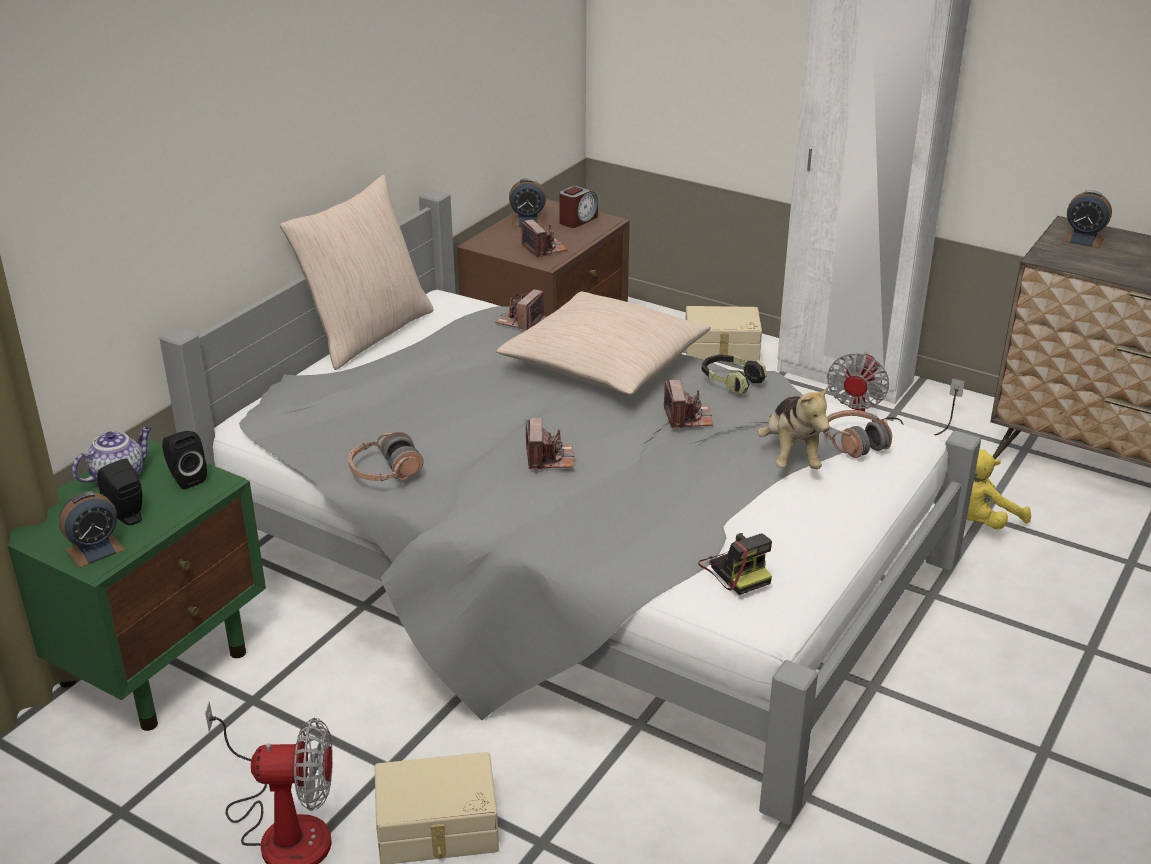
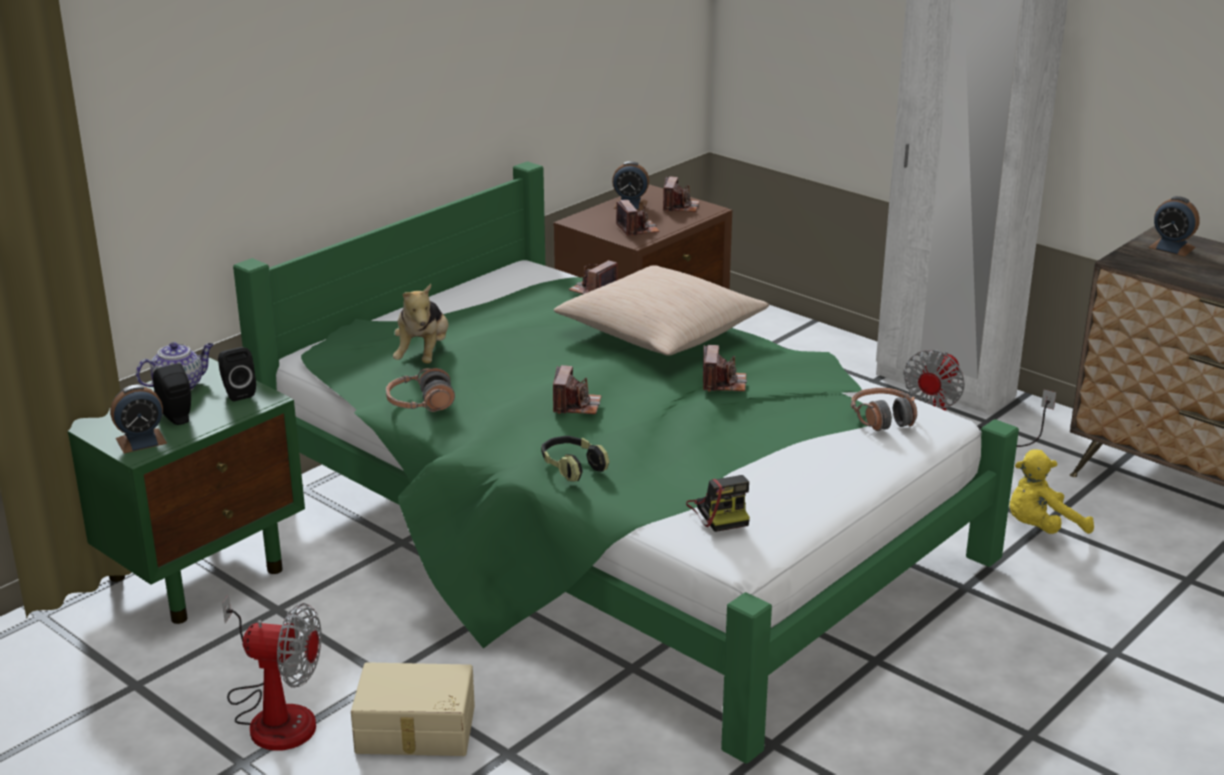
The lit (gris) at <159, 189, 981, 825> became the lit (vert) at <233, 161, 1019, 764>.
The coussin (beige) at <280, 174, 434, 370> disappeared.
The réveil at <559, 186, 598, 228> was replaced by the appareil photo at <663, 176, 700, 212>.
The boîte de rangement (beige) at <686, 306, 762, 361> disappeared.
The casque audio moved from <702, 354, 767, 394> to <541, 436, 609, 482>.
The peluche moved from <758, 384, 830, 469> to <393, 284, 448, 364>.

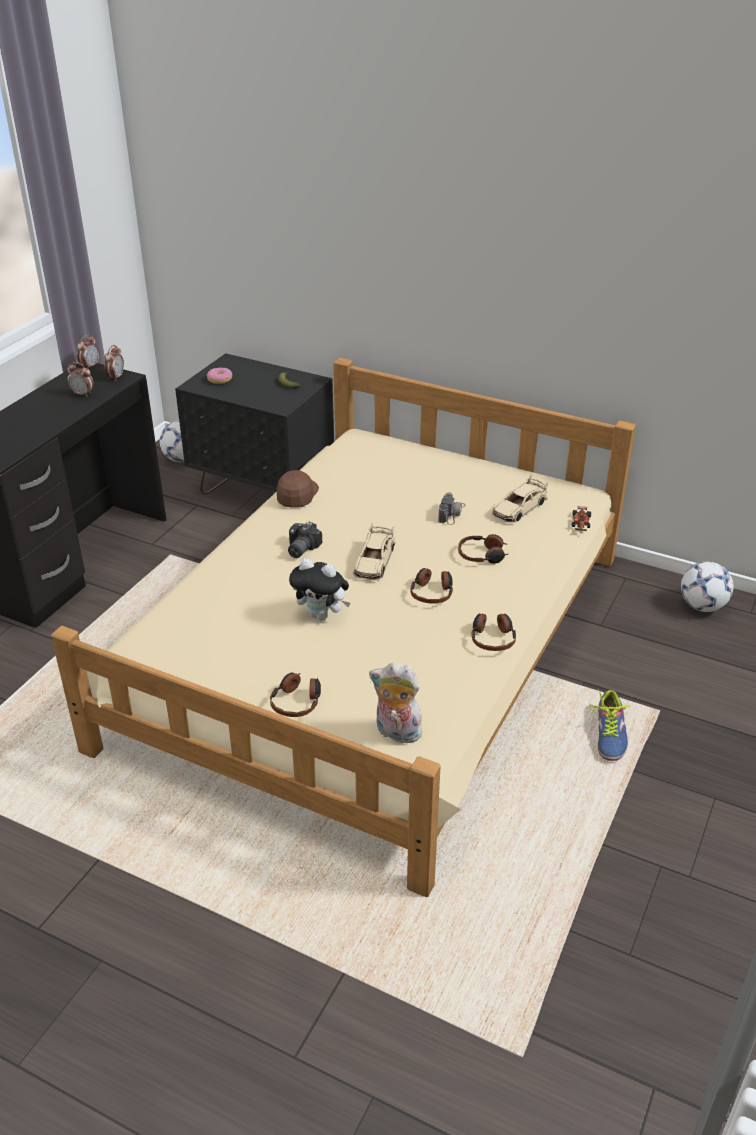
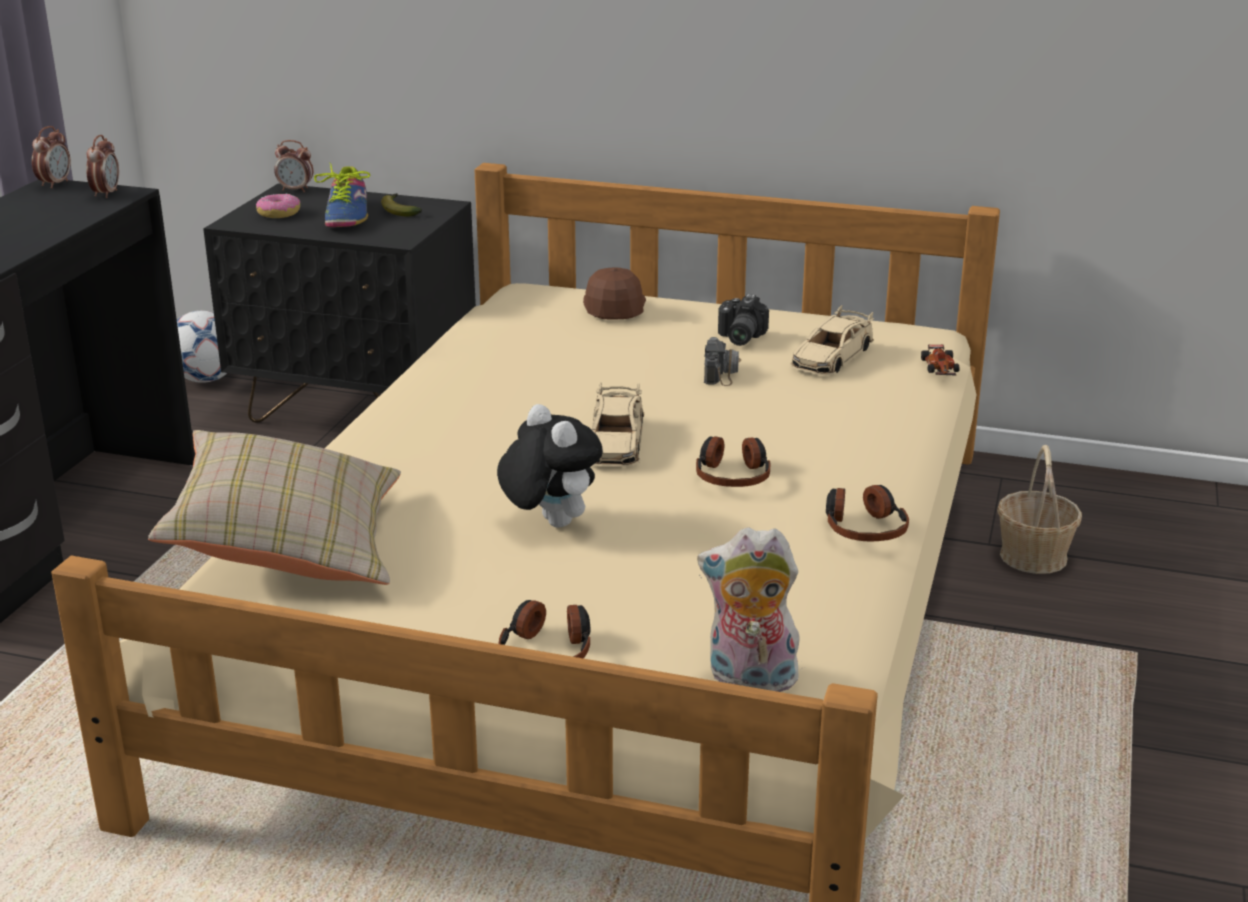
The réveil moved from <67, 362, 94, 397> to <274, 140, 313, 192>.
The casquette (marron) moved from <277, 470, 319, 508> to <583, 268, 646, 320>.
The appareil photo moved from <288, 521, 322, 558> to <718, 294, 769, 346>.
The peluche at <289, 558, 350, 620> turned 135 degrees counterclockwise.
The casque audio at <458, 534, 508, 564> disappeared.
The chaussure moved from <589, 689, 630, 761> to <314, 162, 370, 227>.
The ballon de foot at <681, 561, 734, 612> disappeared.
The coussin (beige) at <148, 430, 401, 585> appeared.
The panier at <997, 445, 1082, 574> appeared.

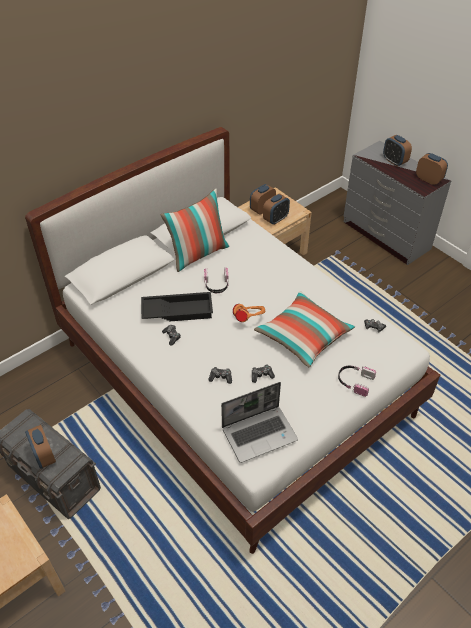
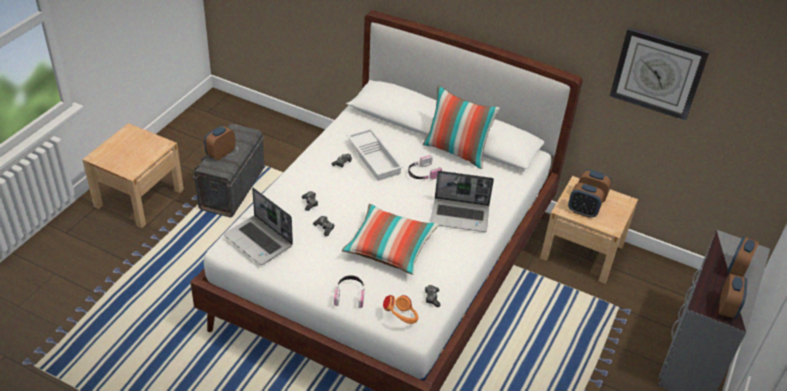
The plateau (noir) at <141, 292, 213, 322> became the plateau (blanc) at <347, 128, 403, 181>.
The casque audio (orange) moved from <233, 304, 265, 322> to <383, 295, 419, 324>.
The ordinateur portable at <430, 171, 494, 232> appeared.
The horloge murale at <610, 27, 710, 121> appeared.

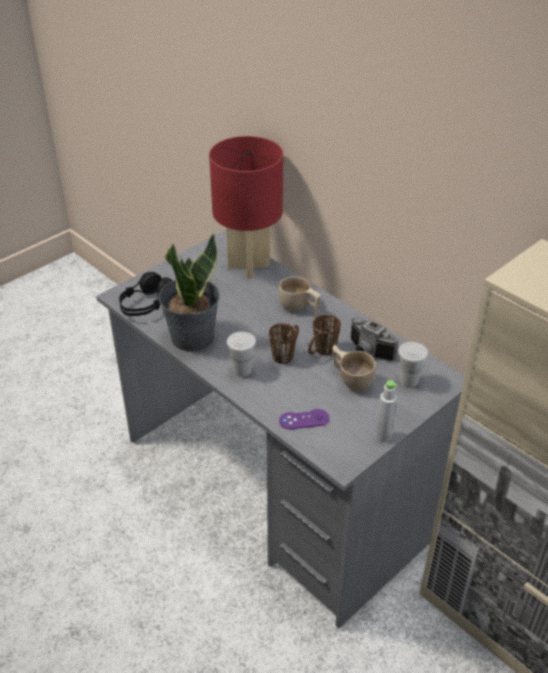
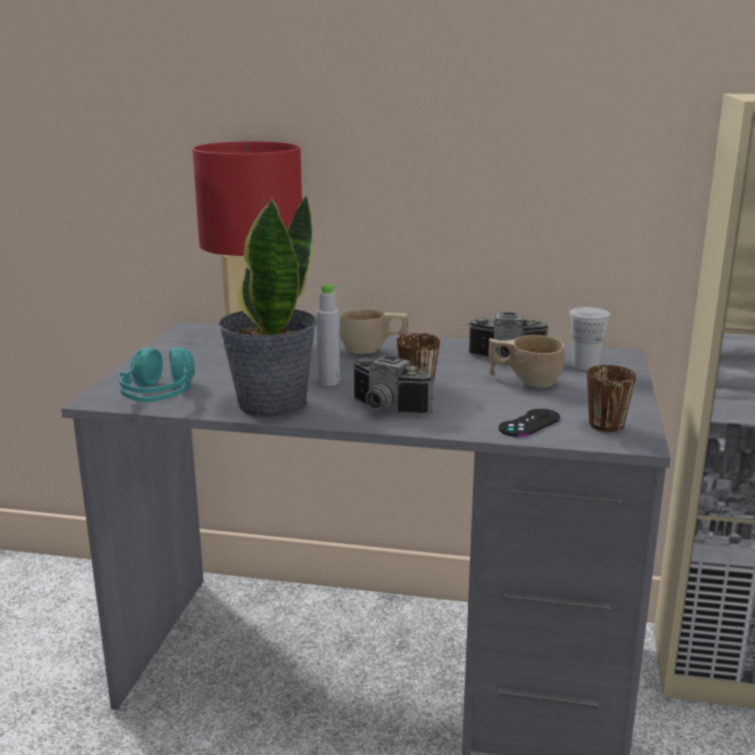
The casque audio (noir) at <119, 272, 173, 316> became the casque audio (turquoise) at <119, 347, 195, 403>.
The tasse (blanc) at <227, 332, 256, 377> was replaced by the appareil photo at <353, 355, 434, 415>.
The manette (violet) at <279, 409, 329, 429> became the manette (noir) at <499, 409, 560, 437>.
The mug (marron) moved from <308, 315, 341, 355> to <587, 365, 636, 432>.
The bouteille (gris) moved from <376, 380, 398, 442> to <317, 284, 340, 386>.

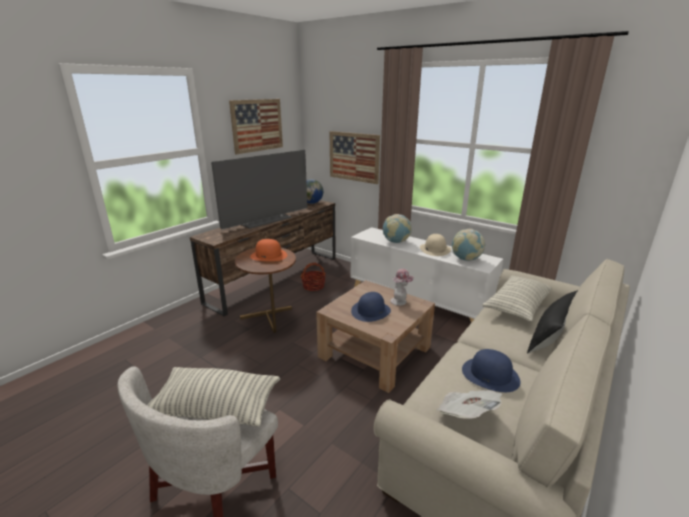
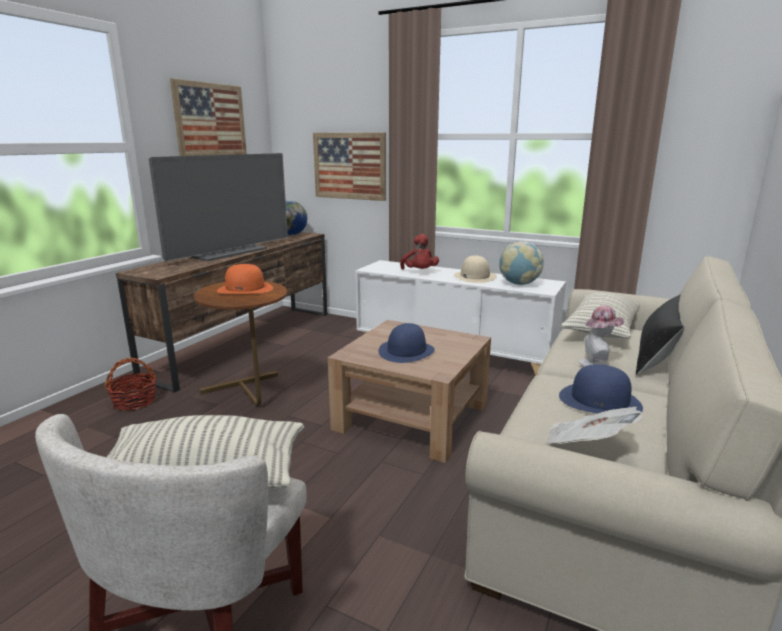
The panier moved from <301, 262, 326, 291> to <104, 358, 156, 411>.
The globe at <383, 214, 412, 243> was replaced by the peluche (rouge) at <400, 234, 439, 270>.
The chapeau moved from <391, 269, 414, 306> to <579, 305, 625, 367>.

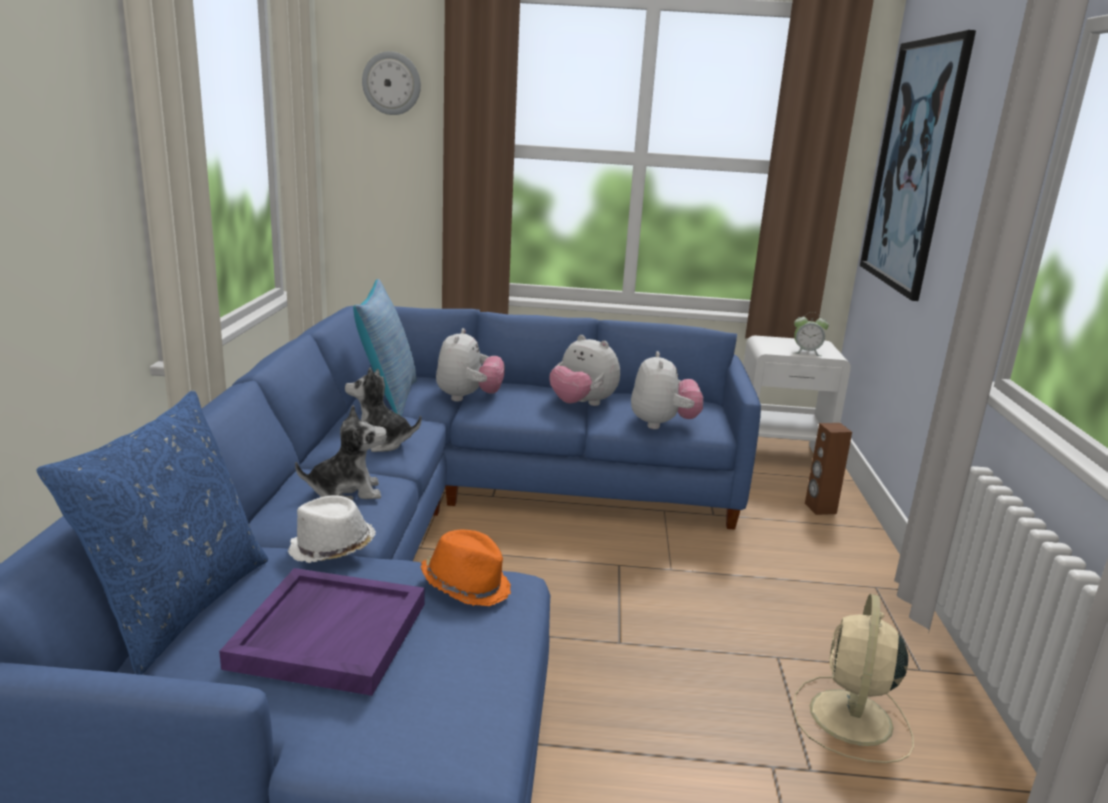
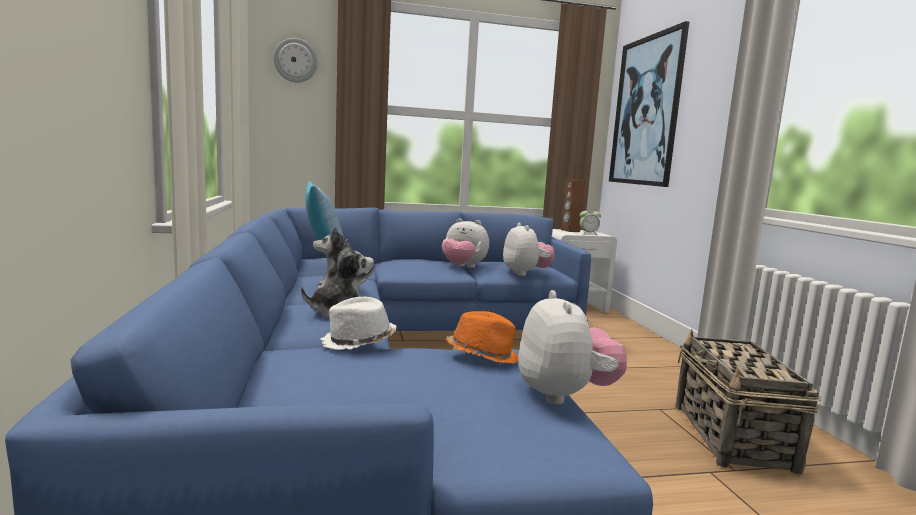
The coussin (bleu) at <37, 390, 268, 675> disappeared.
The plateau (violet) at <219, 568, 425, 696> disappeared.
The peluche moved from <436, 328, 505, 402> to <518, 290, 627, 405>.
The ventilateur (beige) at <793, 594, 914, 763> was replaced by the panier at <676, 329, 821, 474>.
The enceinte (marron) moved from <805, 423, 852, 515> to <561, 179, 585, 232>.

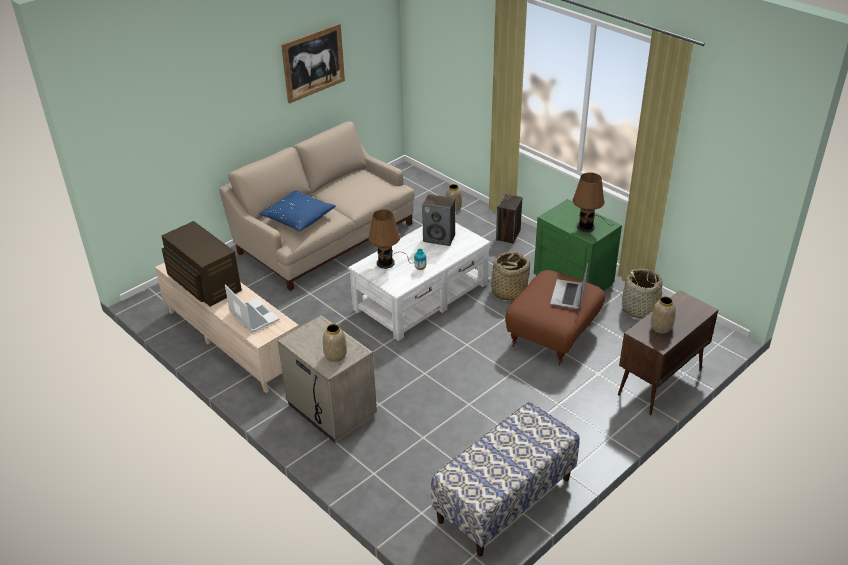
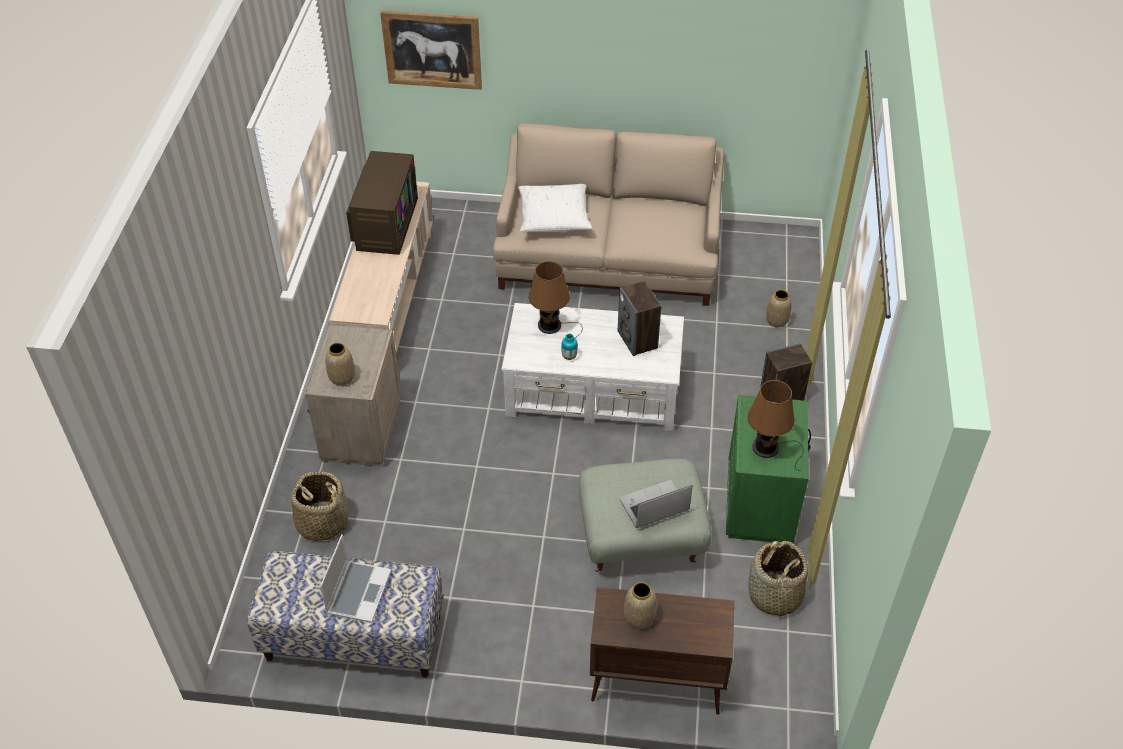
The ordinateur portable moved from <225, 284, 280, 333> to <320, 534, 391, 623>.
The coussin (bleu) at <259, 191, 336, 232> became the coussin (blanc) at <518, 184, 592, 232>.
The tableau moved from <281, 23, 345, 104> to <380, 11, 482, 90>.
The panier moved from <486, 252, 530, 301> to <286, 471, 351, 541>.
The pouf (marron) at <505, 270, 605, 365> became the pouf (gris) at <579, 459, 712, 572>.

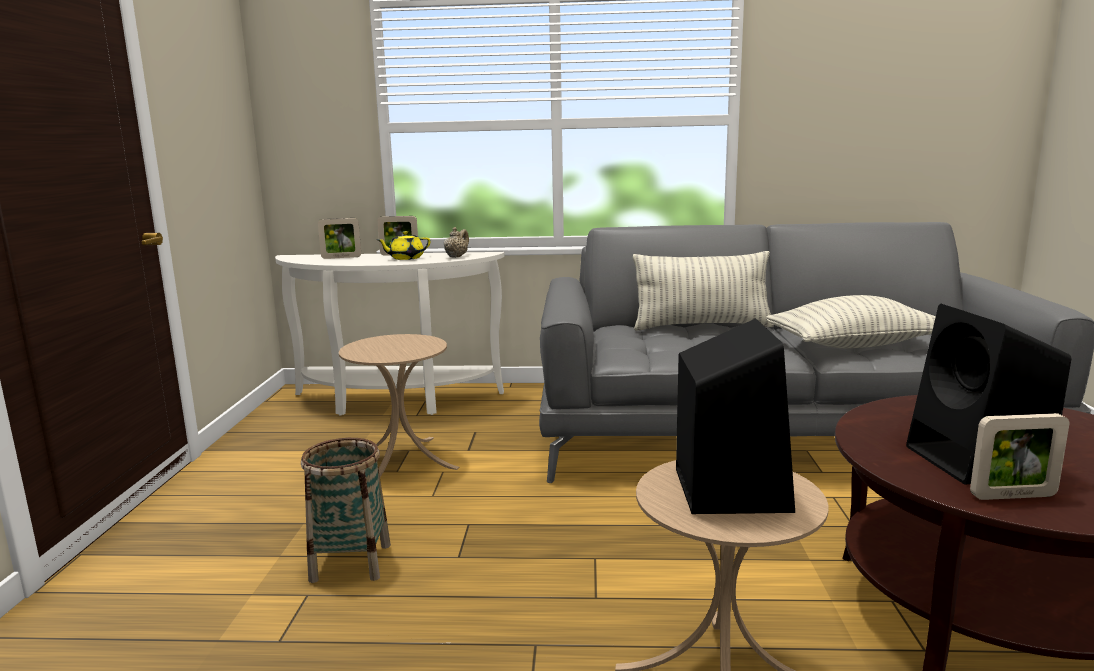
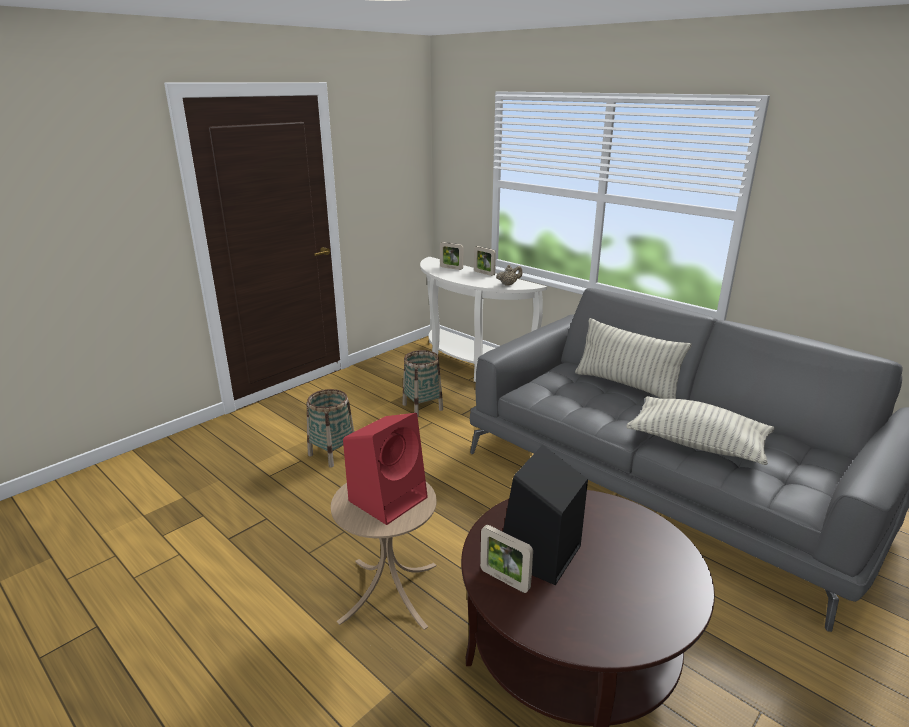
The table d'appoint (beige) at <339, 334, 459, 477> was replaced by the panier at <403, 350, 443, 417>.
The théière (jaune) at <377, 231, 430, 260> disappeared.
The enceinte (noir) at <676, 318, 795, 514> became the enceinte (rouge) at <343, 413, 428, 525>.

